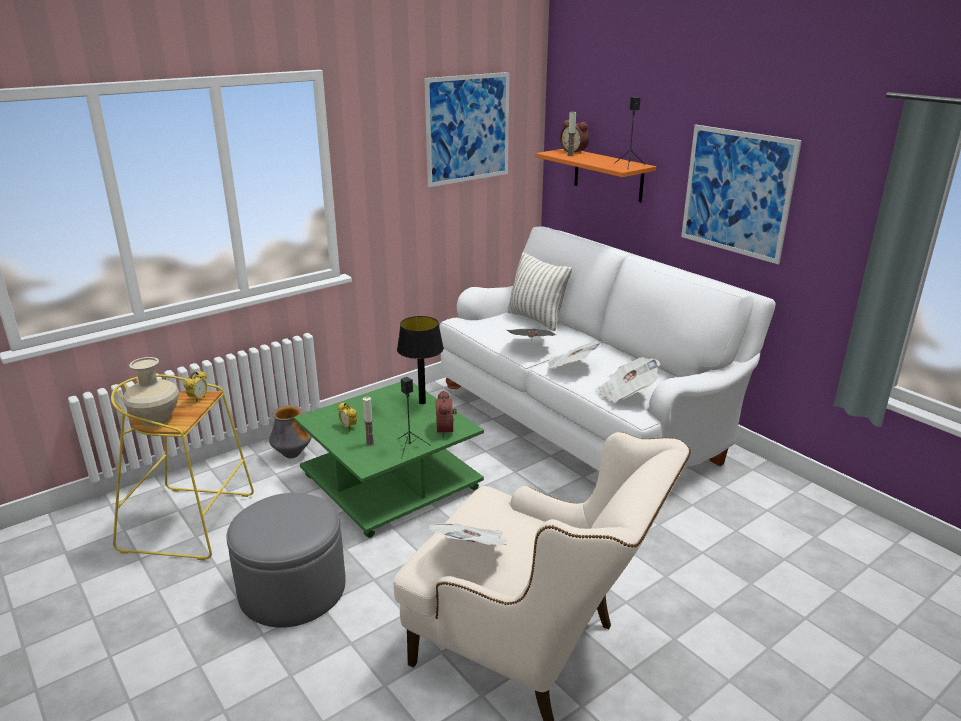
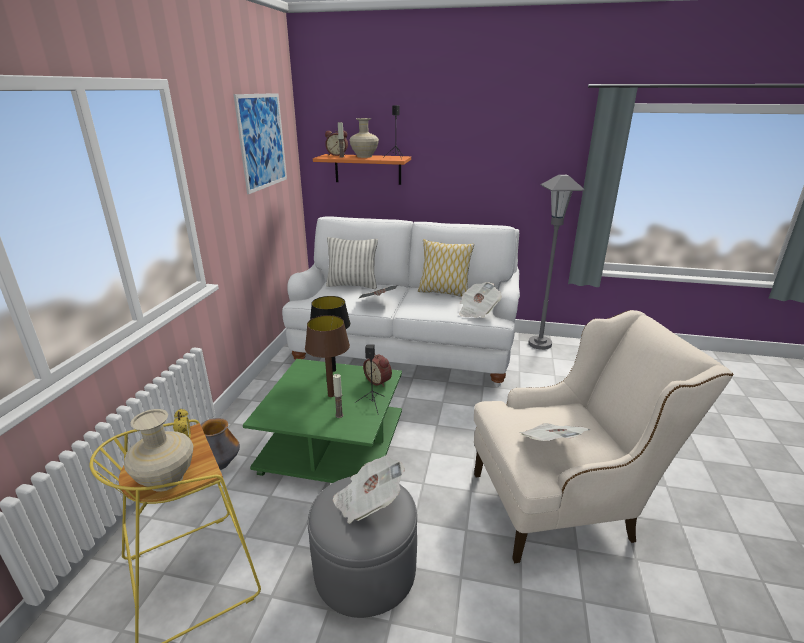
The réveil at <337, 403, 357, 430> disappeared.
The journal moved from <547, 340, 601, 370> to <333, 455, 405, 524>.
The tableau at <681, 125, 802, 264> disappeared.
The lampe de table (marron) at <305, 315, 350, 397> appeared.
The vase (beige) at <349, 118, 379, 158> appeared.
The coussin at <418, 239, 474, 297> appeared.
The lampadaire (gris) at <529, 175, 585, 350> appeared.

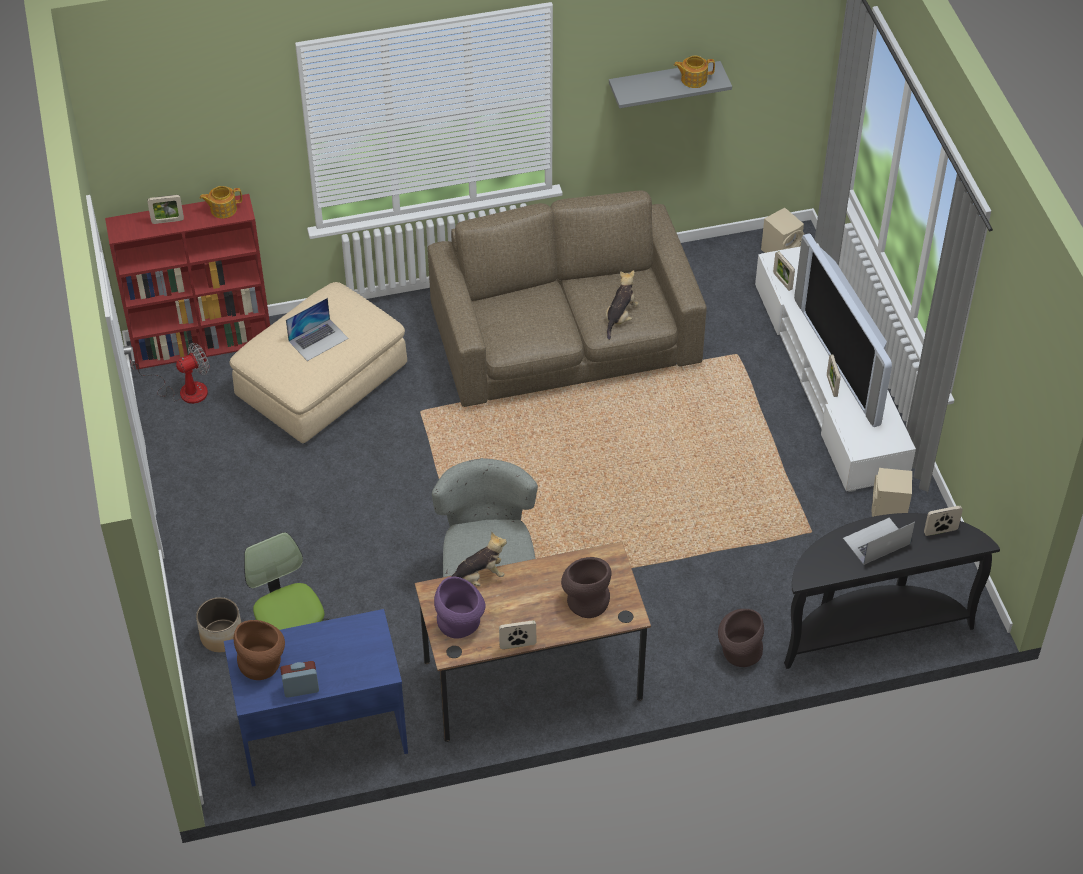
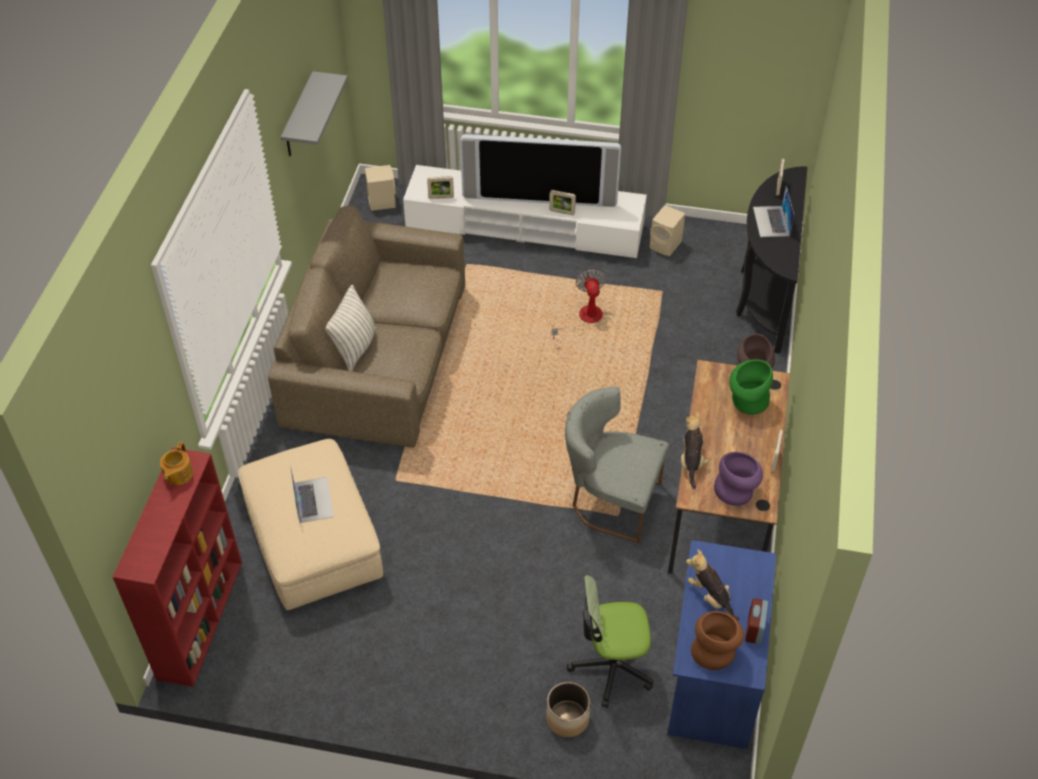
The ventilateur moved from <129, 343, 209, 404> to <552, 269, 606, 339>.
The cadre photo at <147, 195, 184, 224> disappeared.
The vase (marron) at <561, 557, 611, 618> became the vase (vert) at <729, 360, 773, 415>.
The peluche moved from <605, 270, 639, 340> to <686, 549, 739, 621>.
The théière at <674, 56, 715, 88> disappeared.
The coussin at <325, 285, 376, 371> appeared.

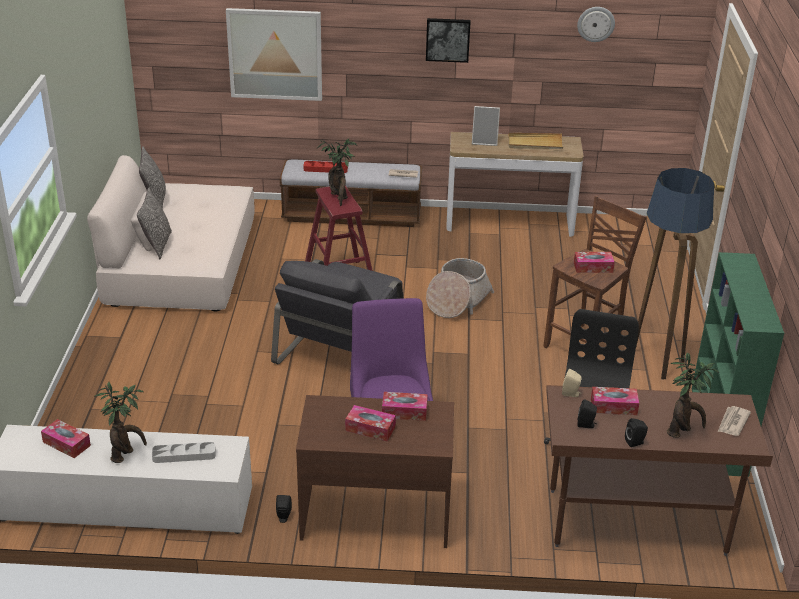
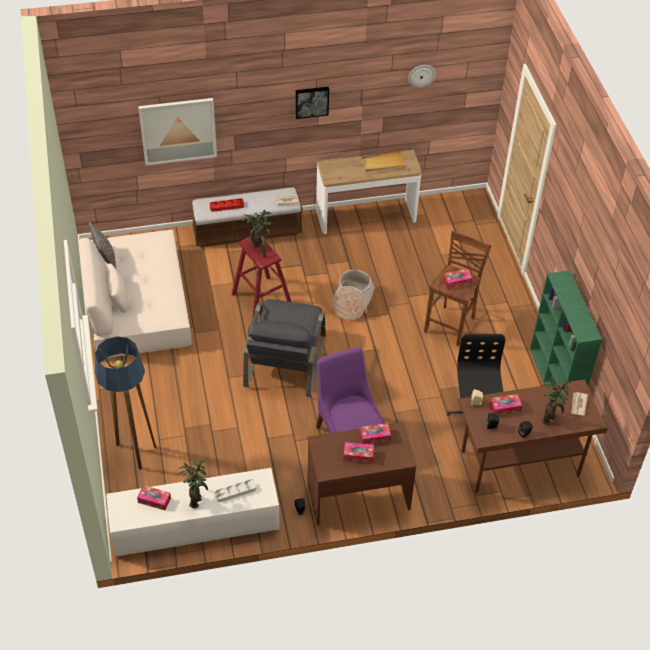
The coussin at <137, 188, 172, 259> disappeared.
The cadre photo at <472, 106, 500, 146> disappeared.
The lampadaire moved from <636, 168, 714, 379> to <95, 336, 156, 470>.

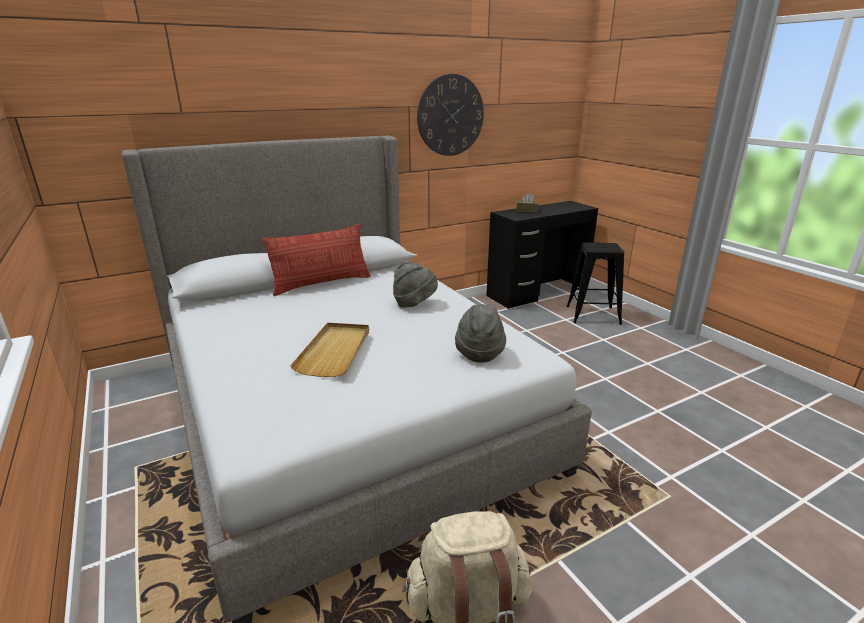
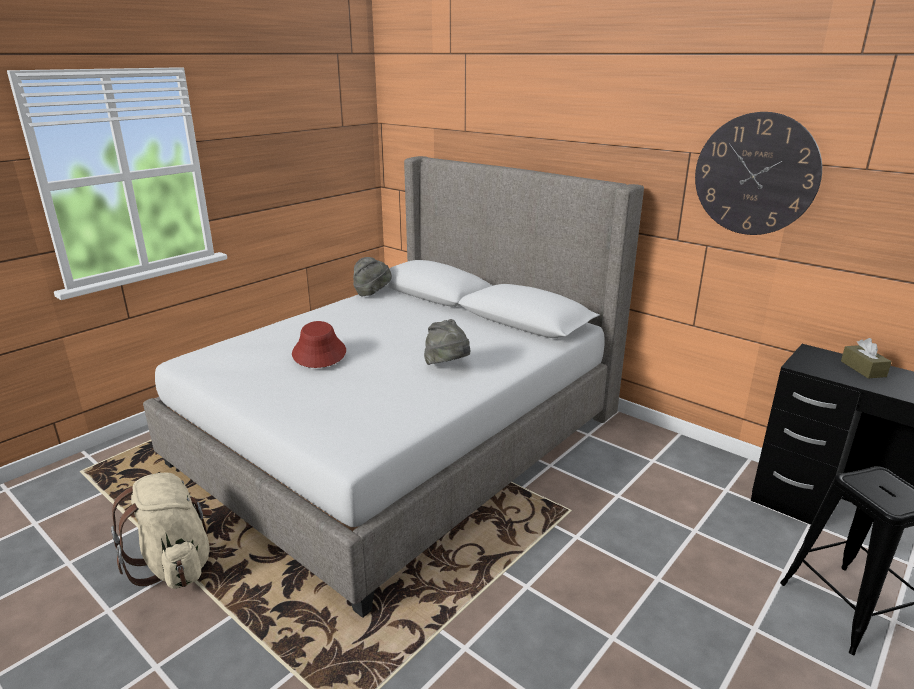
The coussin at <262, 224, 371, 296> disappeared.
The plateau (beige) at <290, 323, 369, 377> was replaced by the chapeau (rouge) at <292, 321, 346, 368>.
The chapeau (gris) moved from <455, 304, 506, 363> to <353, 257, 392, 296>.

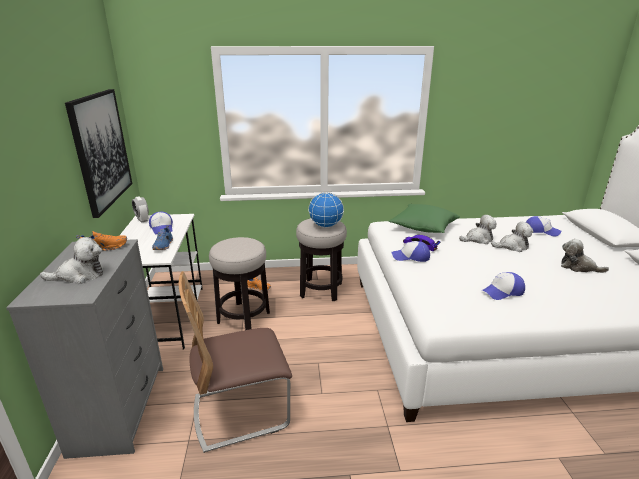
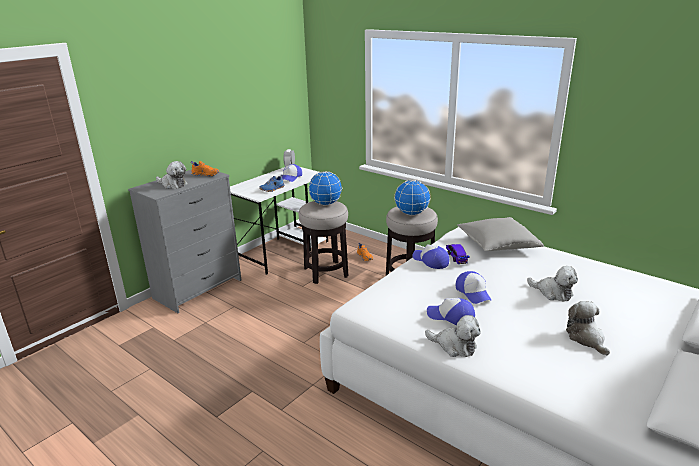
The tableau at <65, 89, 132, 218> disappeared.
The chaise at <179, 271, 292, 453> disappeared.
The coussin (vert) at <389, 204, 460, 233> became the coussin (gris) at <457, 217, 544, 251>.
The peluche moved from <459, 215, 497, 244> to <425, 315, 481, 357>.
The casquette moved from <526, 216, 561, 236> to <456, 271, 491, 304>.
The globe at <308, 171, 342, 205> appeared.

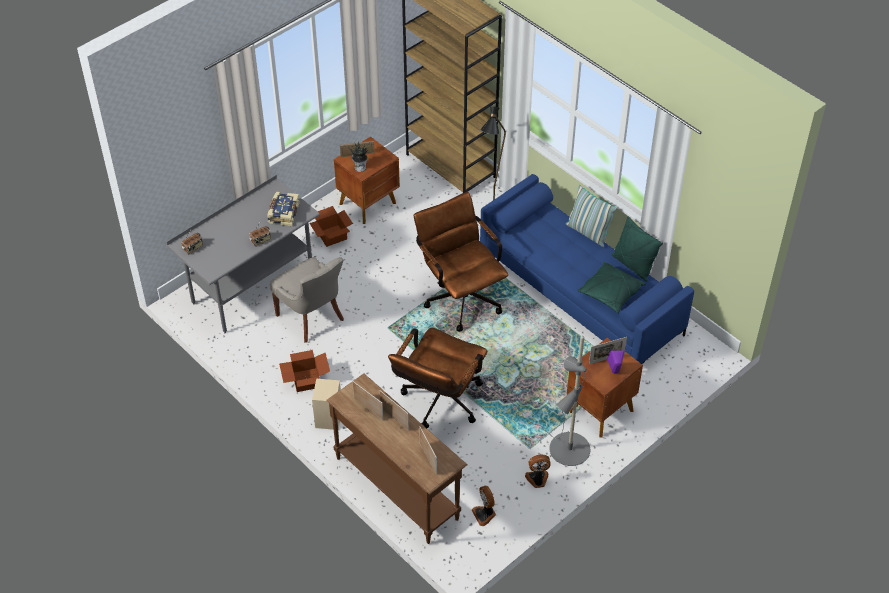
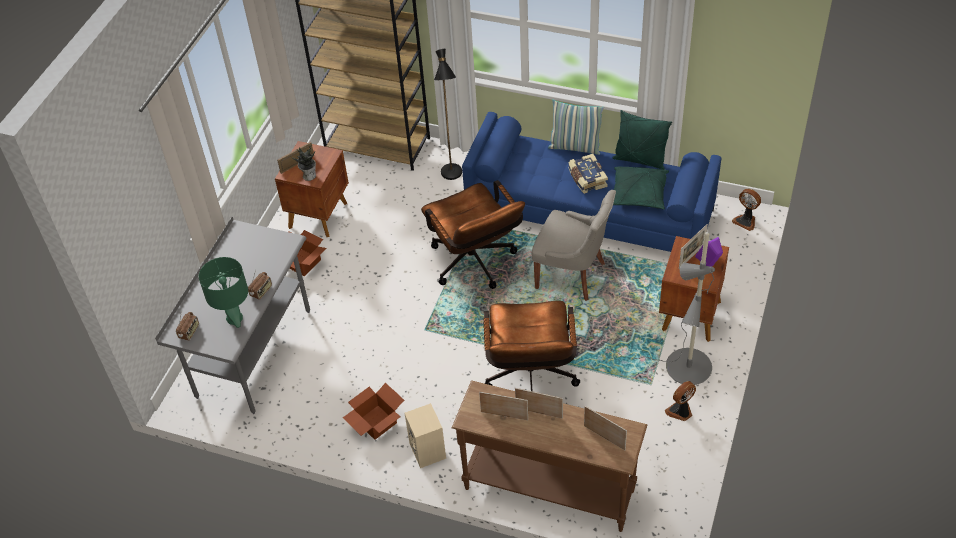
The livre moved from <267, 192, 300, 226> to <568, 154, 608, 194>.
The chaise (gris) moved from <270, 257, 344, 343> to <532, 190, 616, 301>.
The chaise de bureau (marron) at <414, 192, 508, 332> turned 150 degrees counterclockwise.
The ventilateur moved from <472, 486, 496, 526> to <732, 189, 761, 231>.
The lampe de table (vert) at <199, 257, 248, 328> appeared.

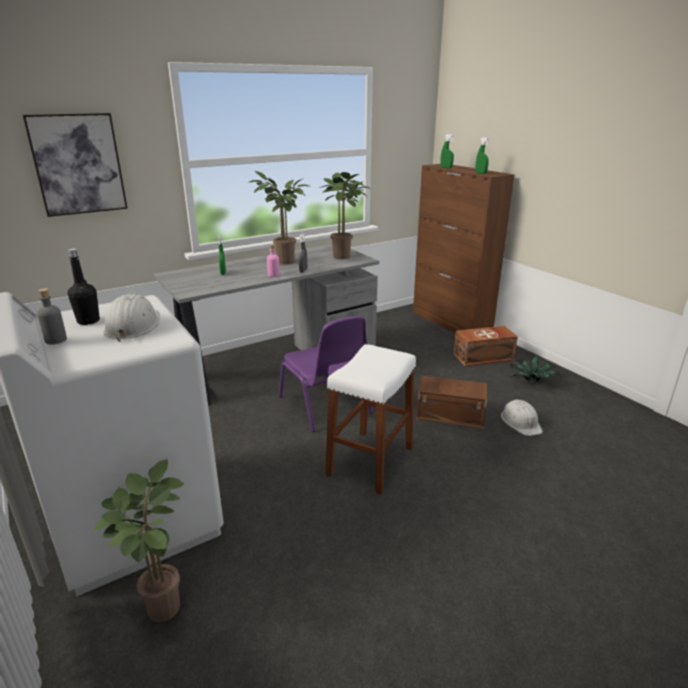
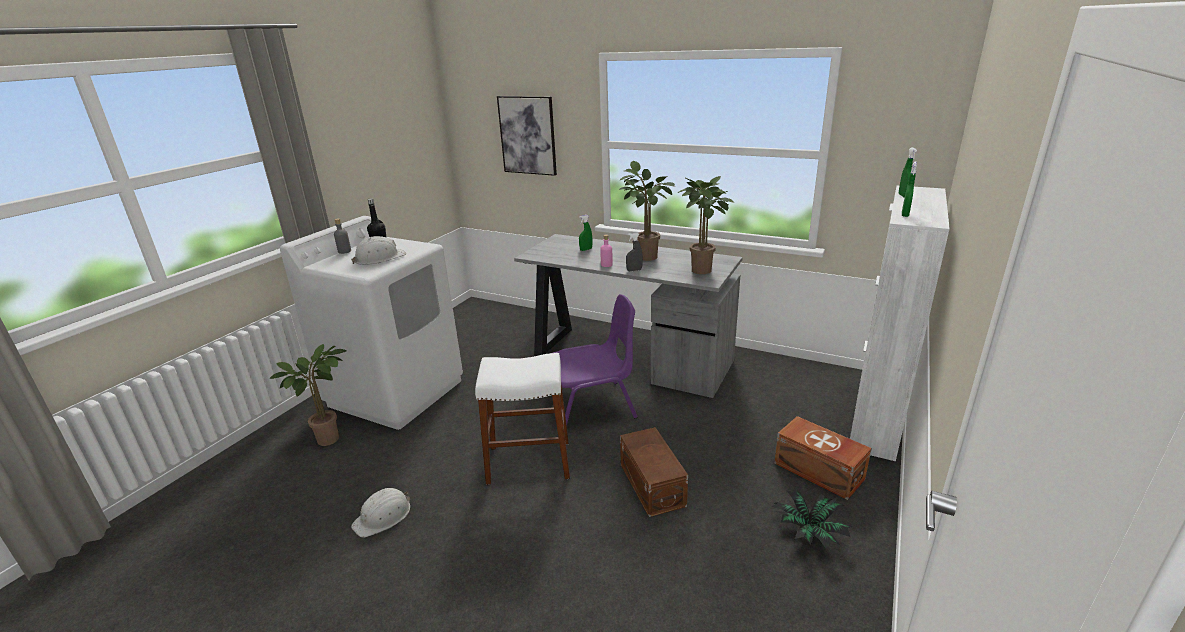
The chaise (violet) at <279, 316, 373, 432> turned 135 degrees counterclockwise.
The meuble de rangement (marron) at <413, 164, 514, 334> became the meuble de rangement (blanc) at <850, 186, 950, 461>.
The casque de chantier (blanc) moved from <501, 400, 543, 436> to <351, 488, 410, 538>.

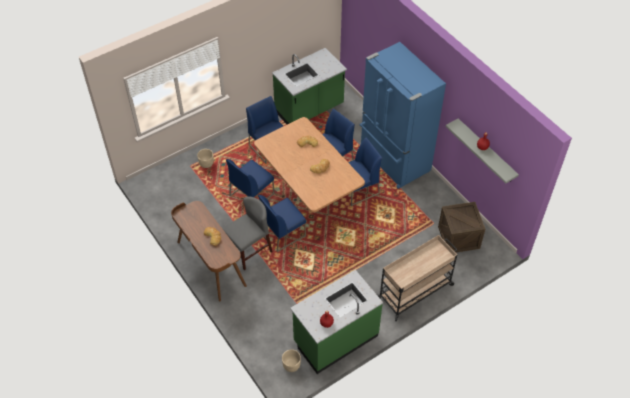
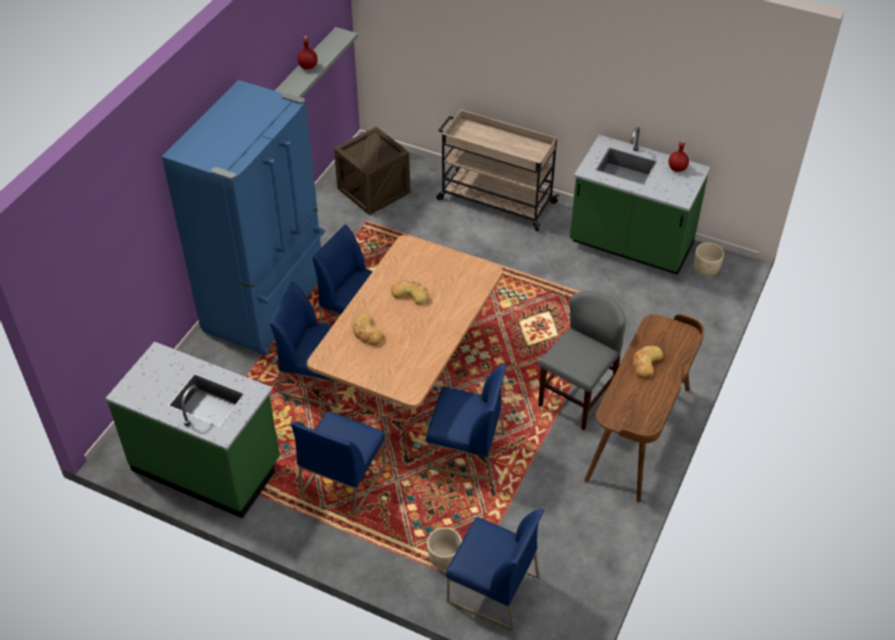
The chaise (gris) at <222, 196, 273, 270> turned 105 degrees clockwise.
The chaise (bleu) moved from <258, 195, 306, 252> to <446, 509, 544, 631>.

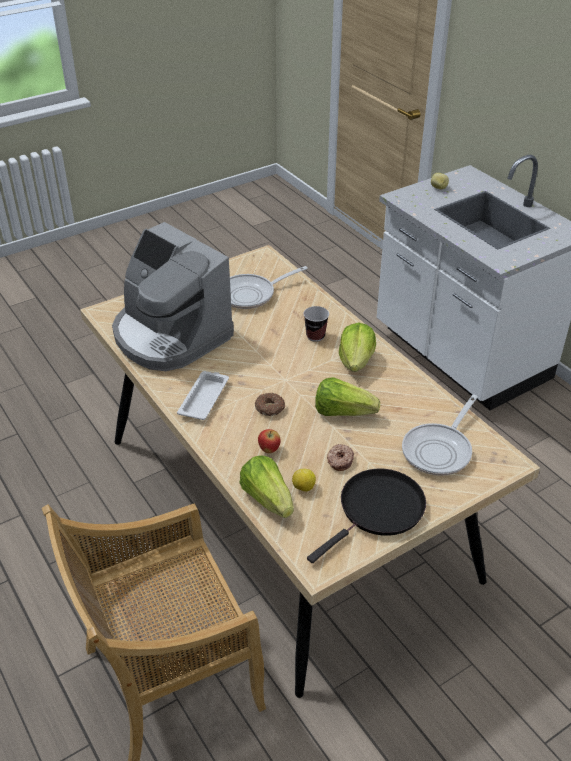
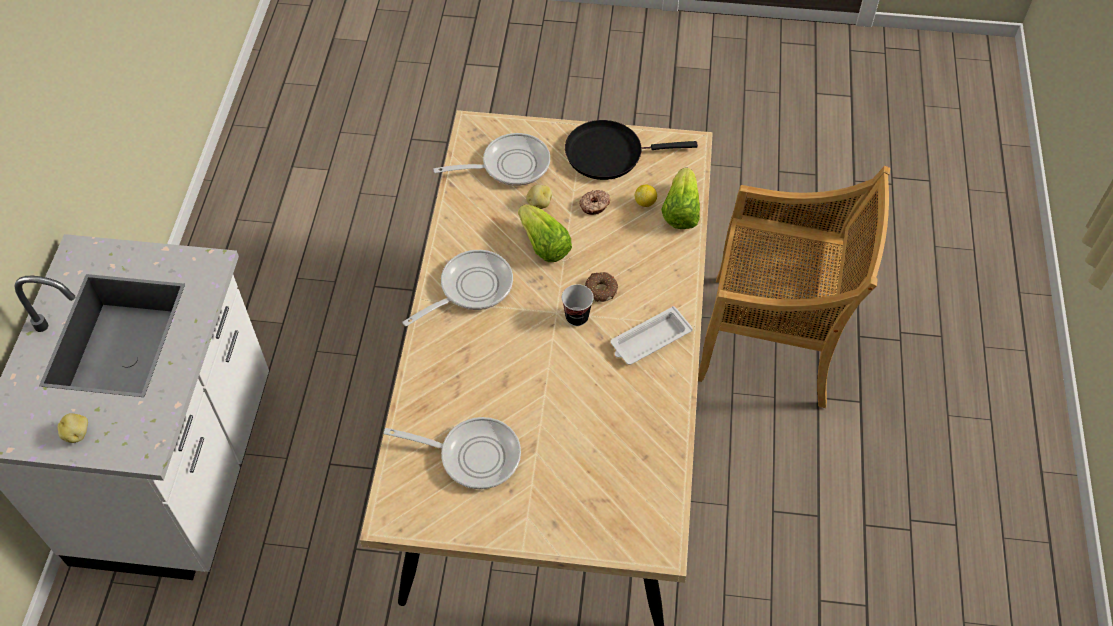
The machine à café at <112, 222, 234, 371> disappeared.
The pomme at <258, 429, 281, 453> disappeared.
The tasse moved from <304, 306, 329, 342> to <562, 284, 594, 326>.
The laitue at <339, 322, 376, 372> was replaced by the poêle at <402, 250, 513, 326>.
The pomme de terre at <526, 185, 552, 209> appeared.

